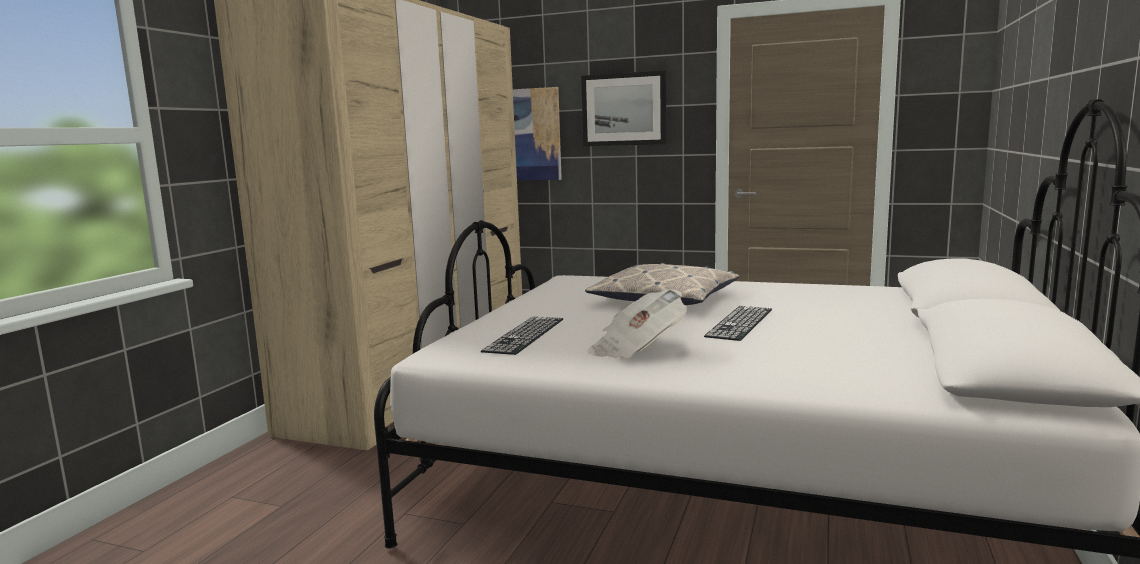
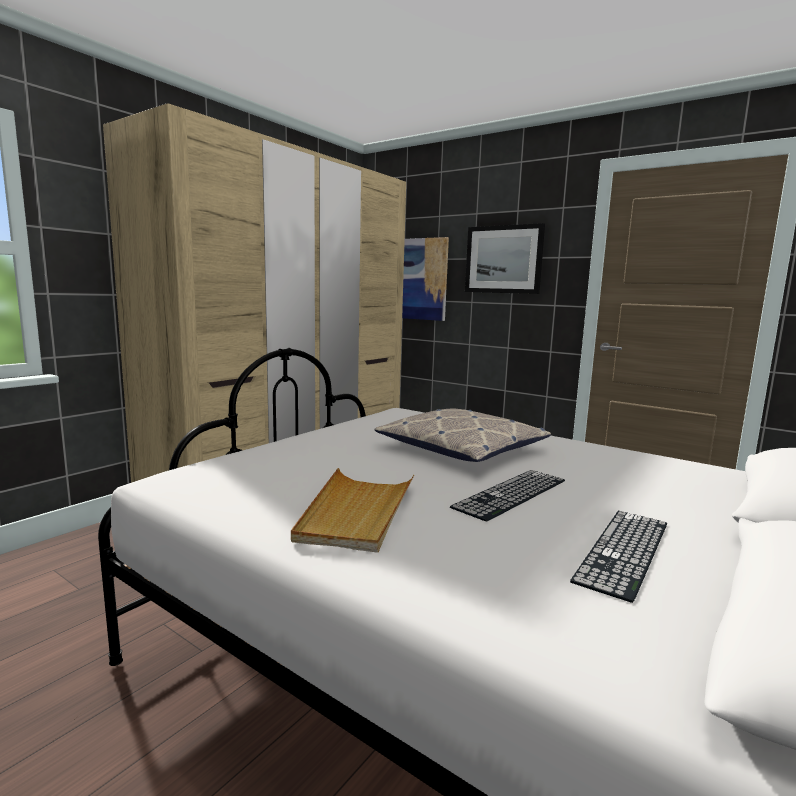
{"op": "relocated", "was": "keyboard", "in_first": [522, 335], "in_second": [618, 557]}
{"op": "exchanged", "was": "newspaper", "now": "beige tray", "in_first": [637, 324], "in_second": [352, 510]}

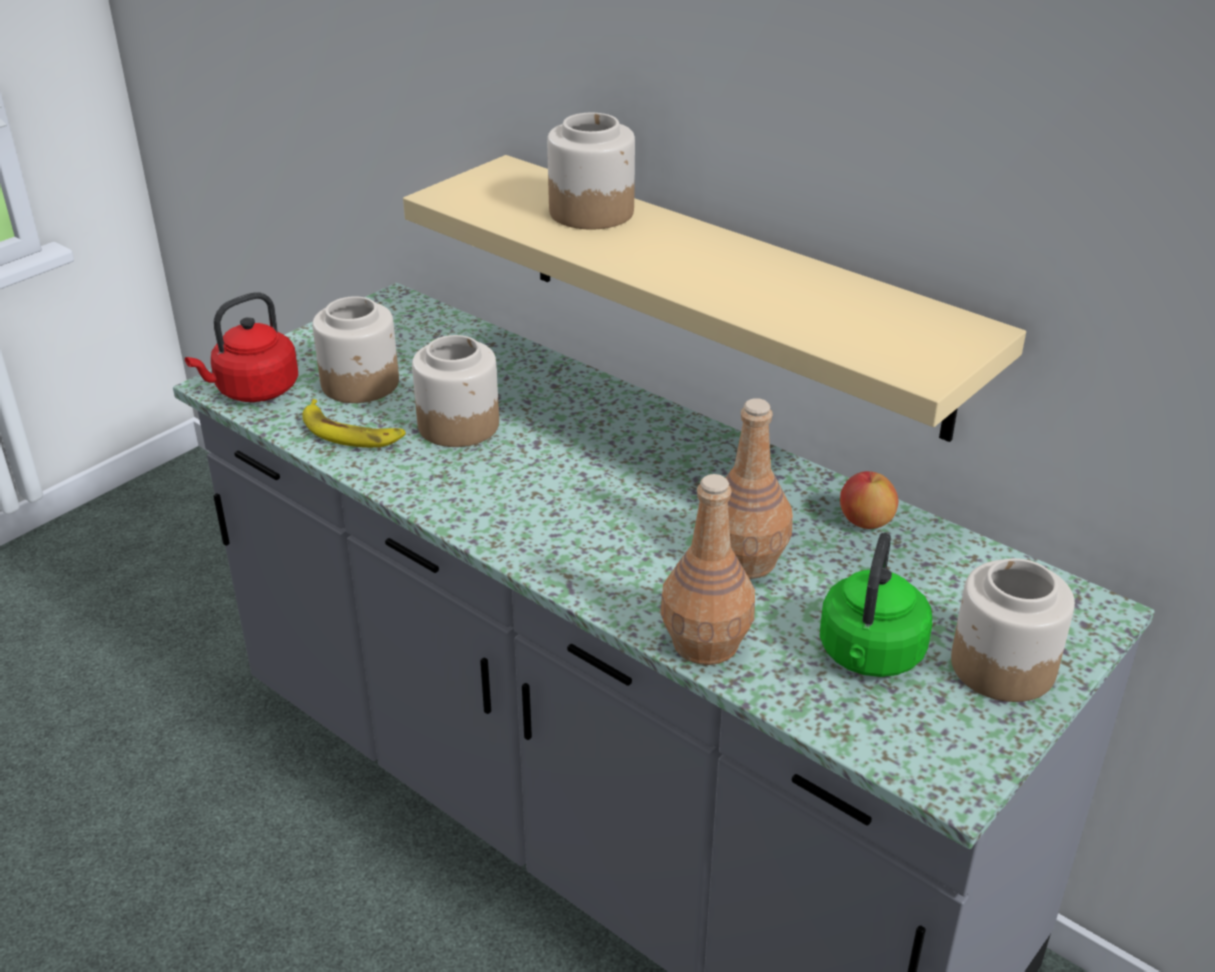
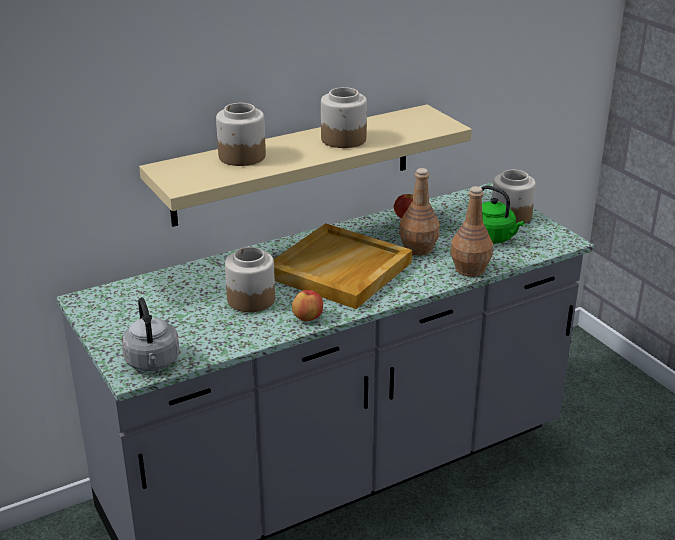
{"op": "colour", "was": "red kettle", "now": "grey kettle", "in_first": [241, 347], "in_second": [151, 334]}
{"op": "missing", "was": "banana", "in_first": [354, 423]}
{"op": "relocated", "was": "jar", "in_first": [355, 349], "in_second": [344, 117]}
{"op": "appeared", "now": "beige tray", "in_second": [343, 266]}
{"op": "appeared", "now": "apple", "in_second": [307, 305]}

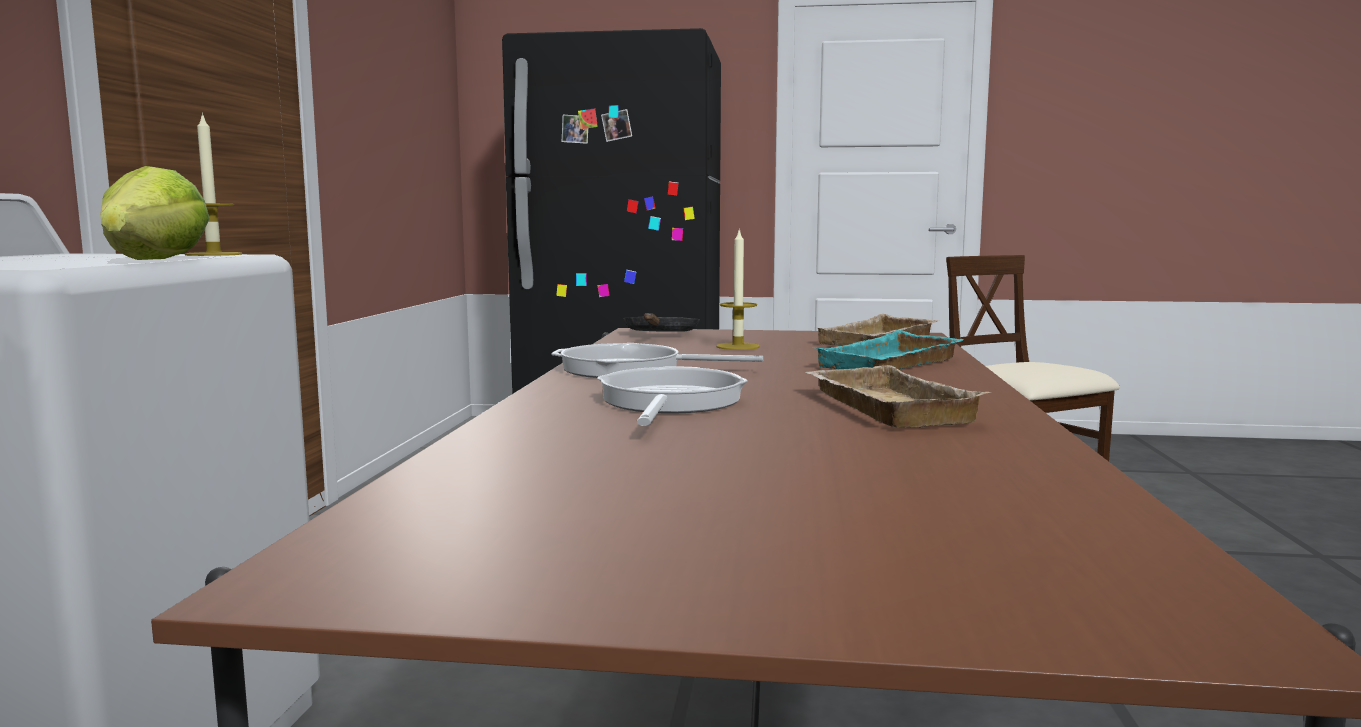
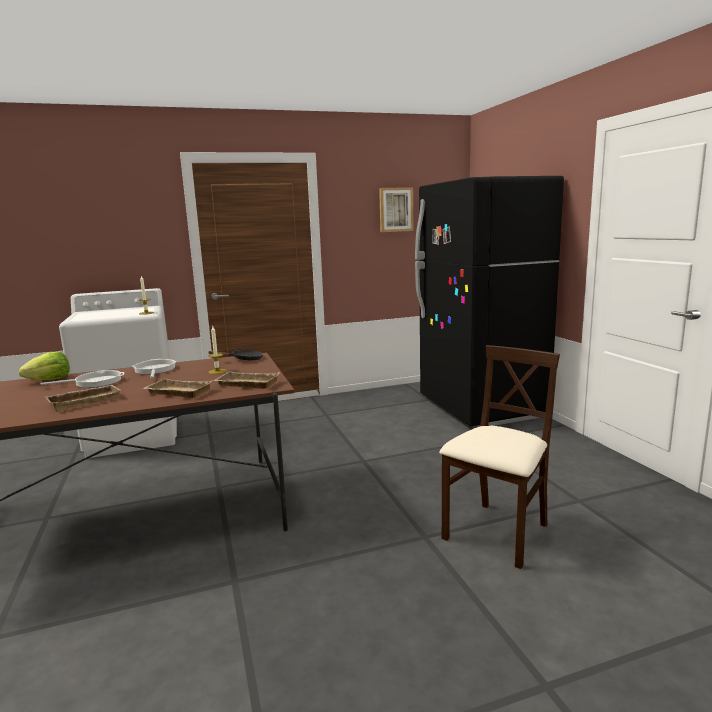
{"op": "relocated", "was": "lettuce", "in_first": [155, 213], "in_second": [43, 365]}
{"op": "colour", "was": "turquoise tray", "now": "beige tray", "in_first": [890, 349], "in_second": [177, 388]}
{"op": "appeared", "now": "picture", "in_second": [396, 209]}

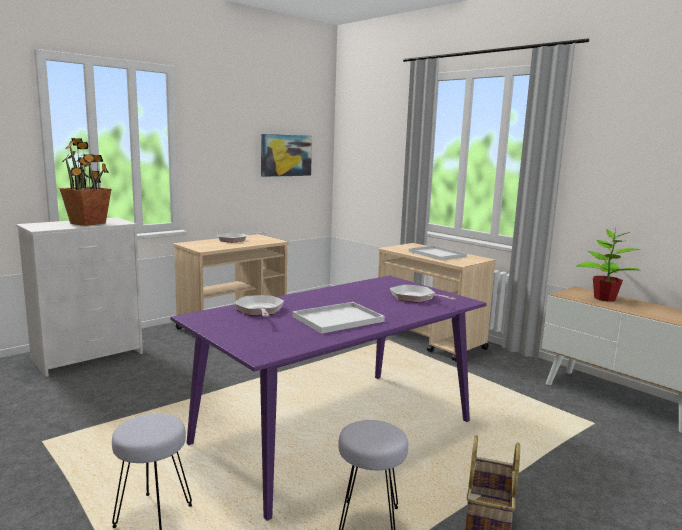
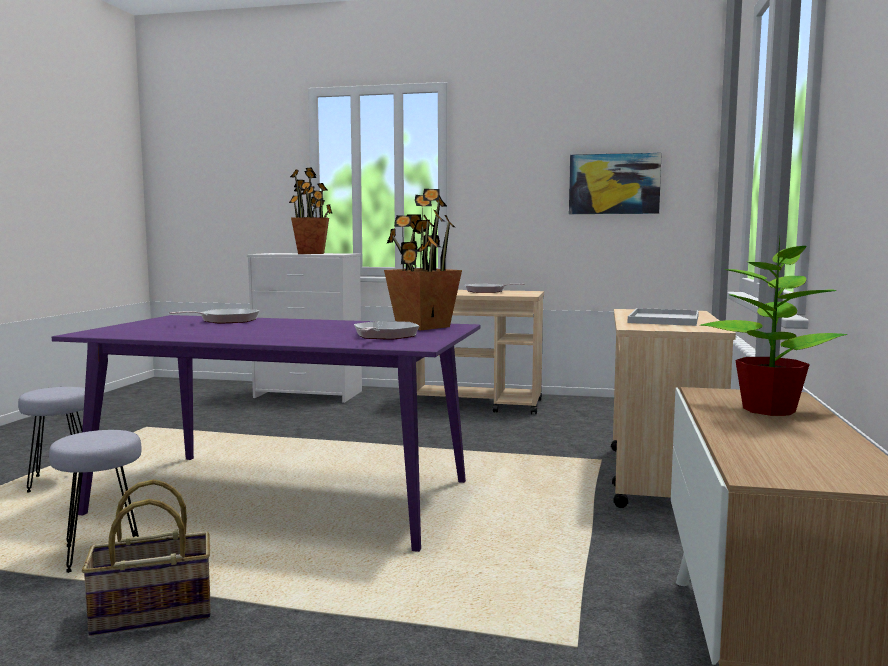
{"op": "missing", "was": "white tray", "in_first": [339, 318]}
{"op": "appeared", "now": "potted plant", "in_second": [423, 259]}

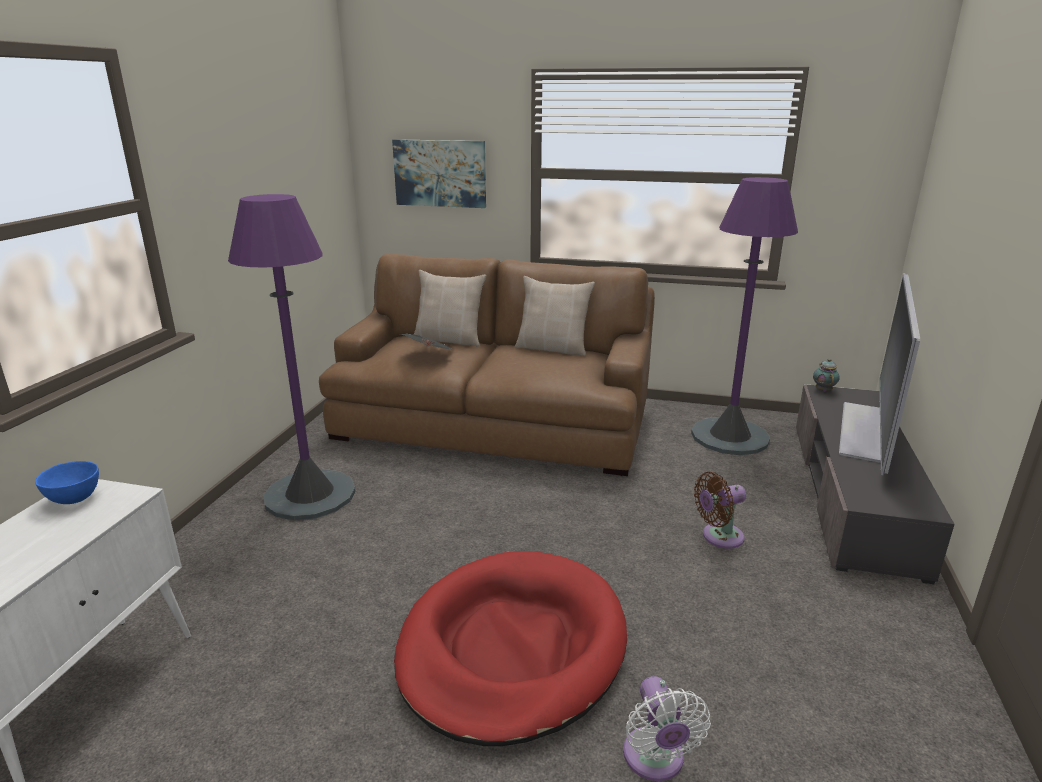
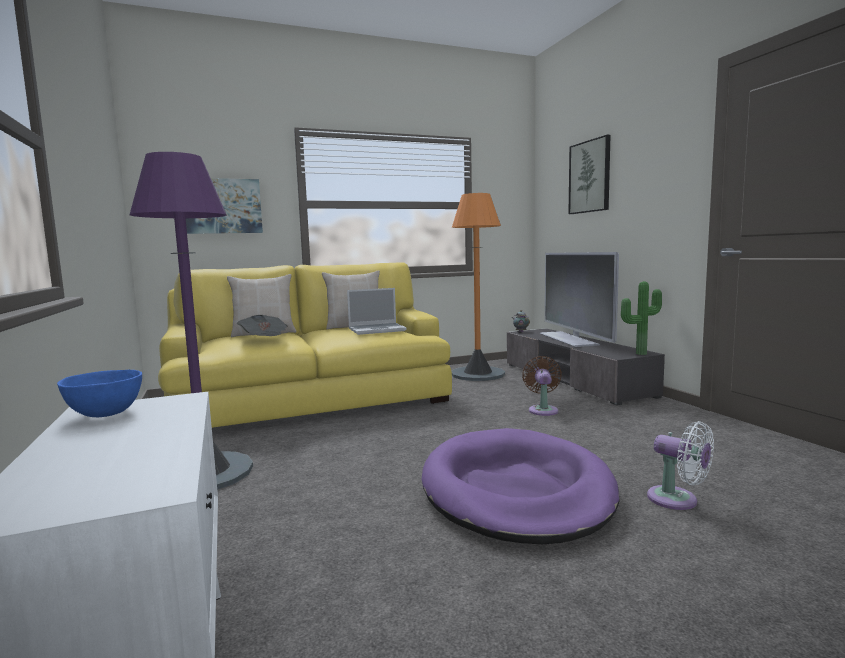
{"op": "colour", "was": "brown sofa", "now": "yellow sofa", "in_first": [487, 365], "in_second": [305, 345]}
{"op": "colour", "was": "red dog bed", "now": "purple dog bed", "in_first": [510, 648], "in_second": [521, 486]}
{"op": "colour", "was": "purple floor lamp", "now": "orange floor lamp", "in_first": [744, 316], "in_second": [478, 287]}
{"op": "spun", "was": "brown fan", "in_first": [720, 510], "in_second": [542, 386], "clockwise": 150}
{"op": "appeared", "now": "laptop", "in_second": [376, 311]}
{"op": "appeared", "now": "picture", "in_second": [589, 174]}
{"op": "appeared", "now": "potted plant", "in_second": [641, 318]}

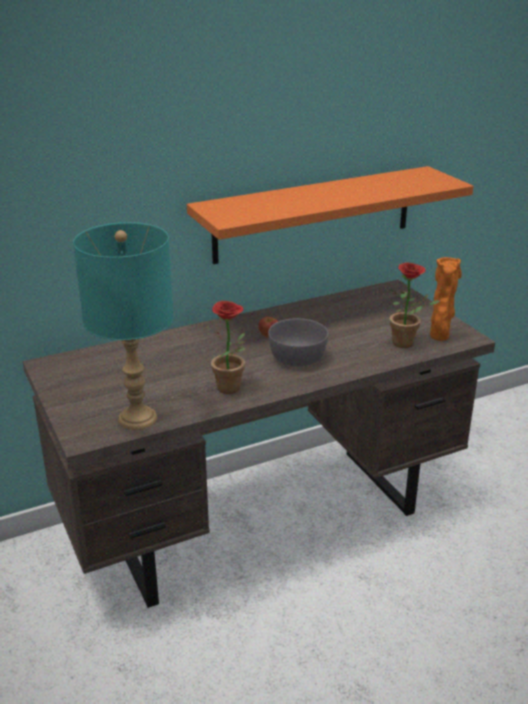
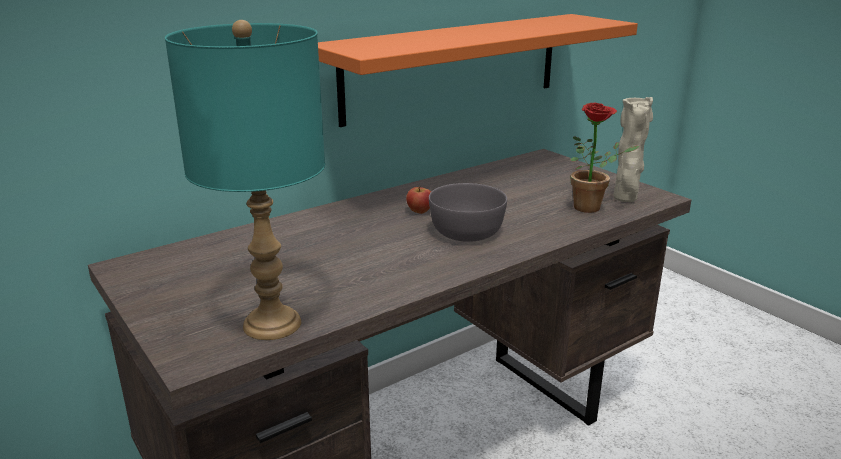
{"op": "missing", "was": "potted plant", "in_first": [225, 347]}
{"op": "colour", "was": "orange vase", "now": "beige vase", "in_first": [446, 299], "in_second": [633, 149]}

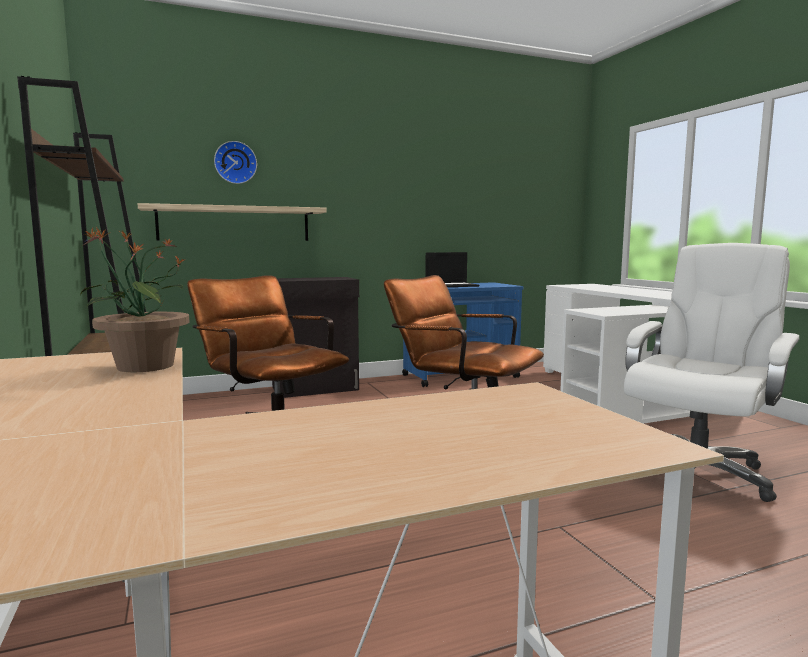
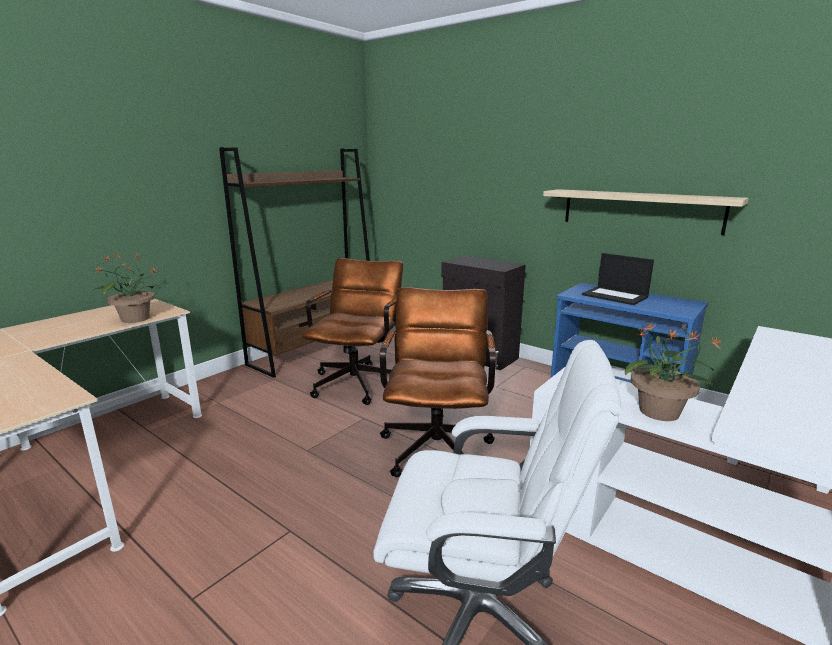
{"op": "relocated", "was": "shelf", "in_first": [231, 222], "in_second": [646, 212]}
{"op": "missing", "was": "wall clock", "in_first": [235, 162]}
{"op": "appeared", "now": "potted plant", "in_second": [673, 371]}

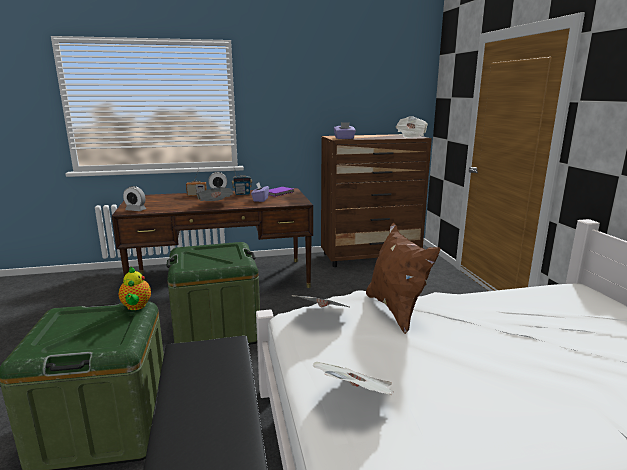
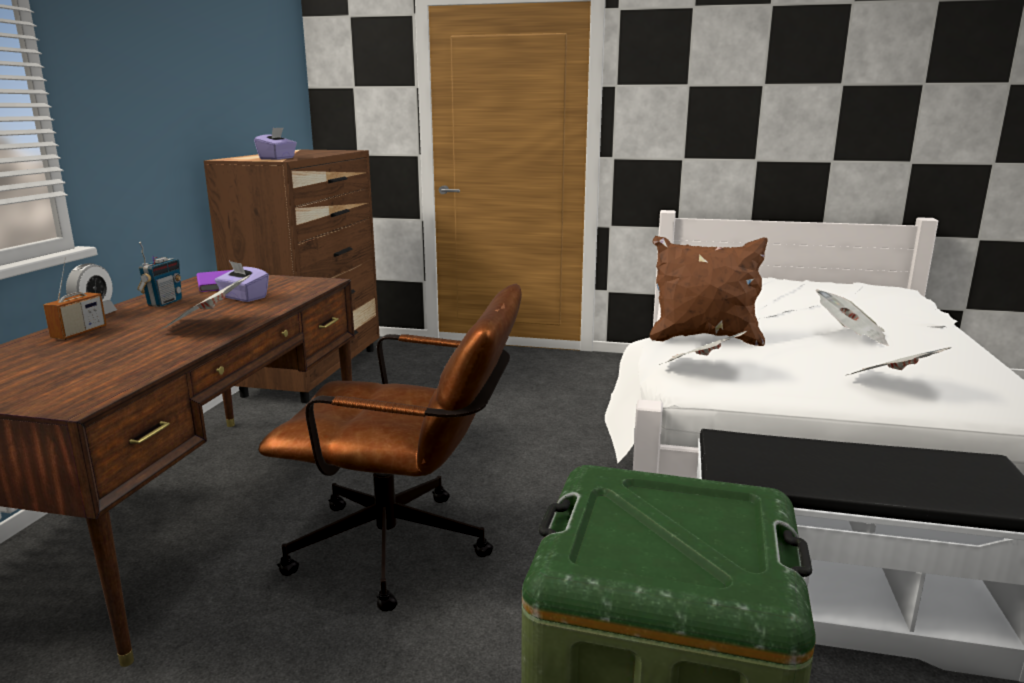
{"op": "missing", "was": "teapot", "in_first": [135, 288]}
{"op": "missing", "was": "alarm clock", "in_first": [134, 198]}
{"op": "exchanged", "was": "green storage box", "now": "brown office chair", "in_first": [213, 293], "in_second": [390, 448]}
{"op": "relocated", "was": "newspaper", "in_first": [412, 127], "in_second": [852, 318]}

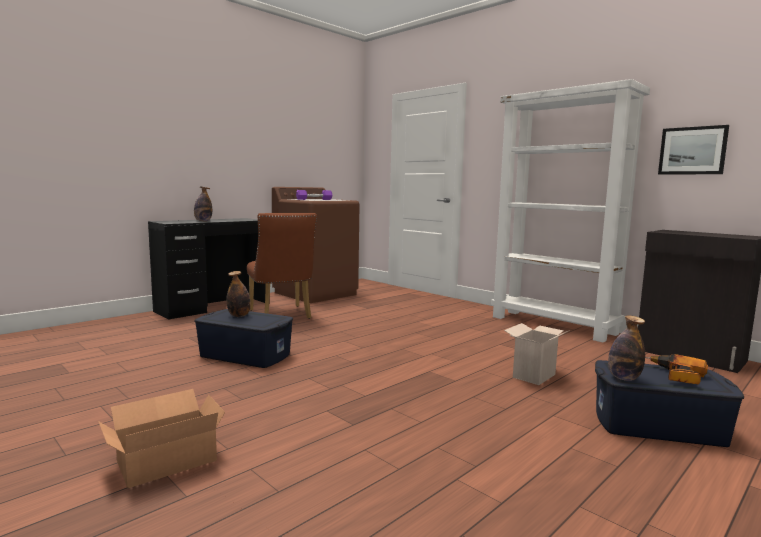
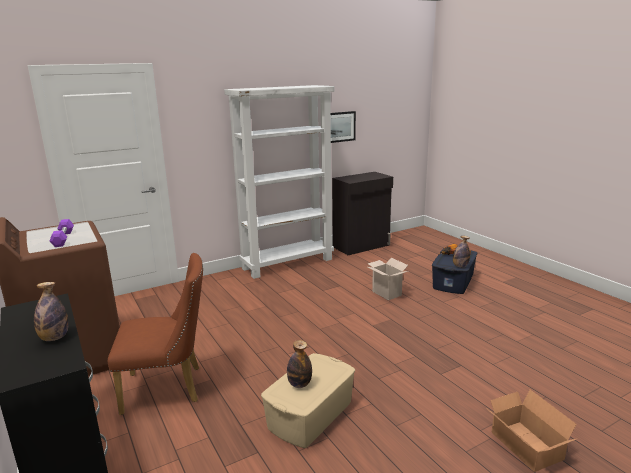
{"op": "colour", "was": "blue storage box", "now": "beige storage box", "in_first": [243, 338], "in_second": [308, 400]}

